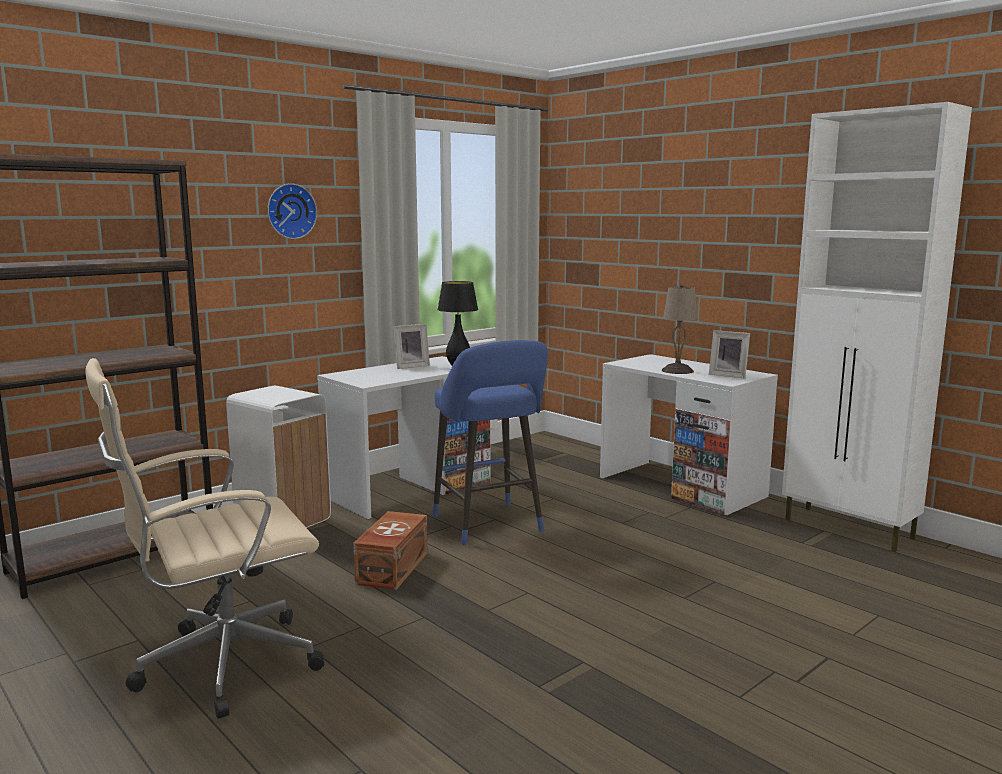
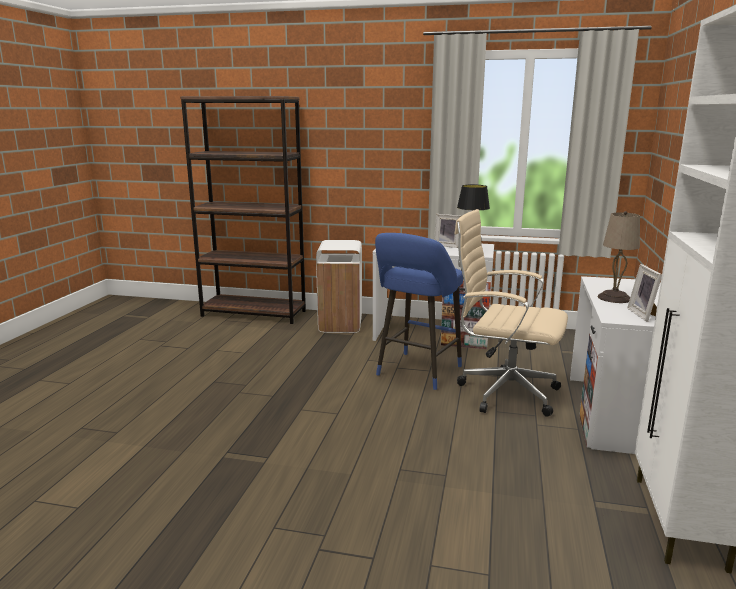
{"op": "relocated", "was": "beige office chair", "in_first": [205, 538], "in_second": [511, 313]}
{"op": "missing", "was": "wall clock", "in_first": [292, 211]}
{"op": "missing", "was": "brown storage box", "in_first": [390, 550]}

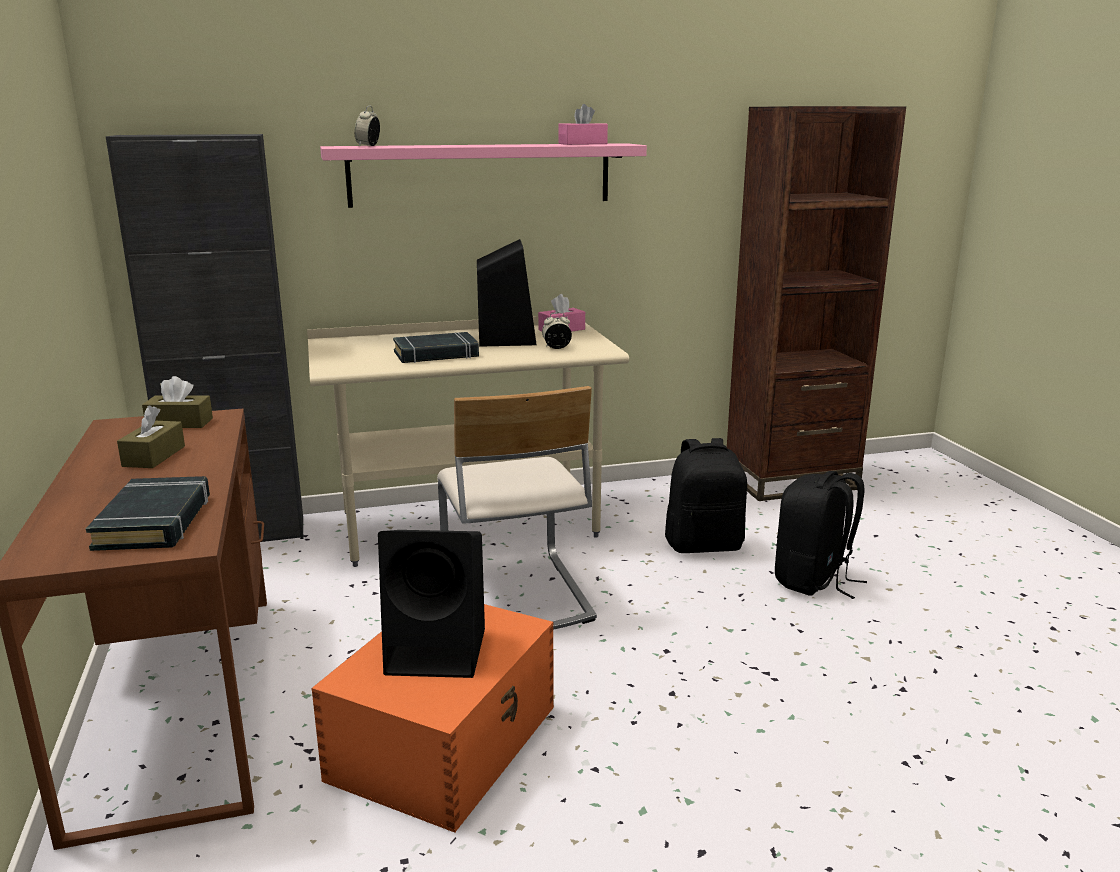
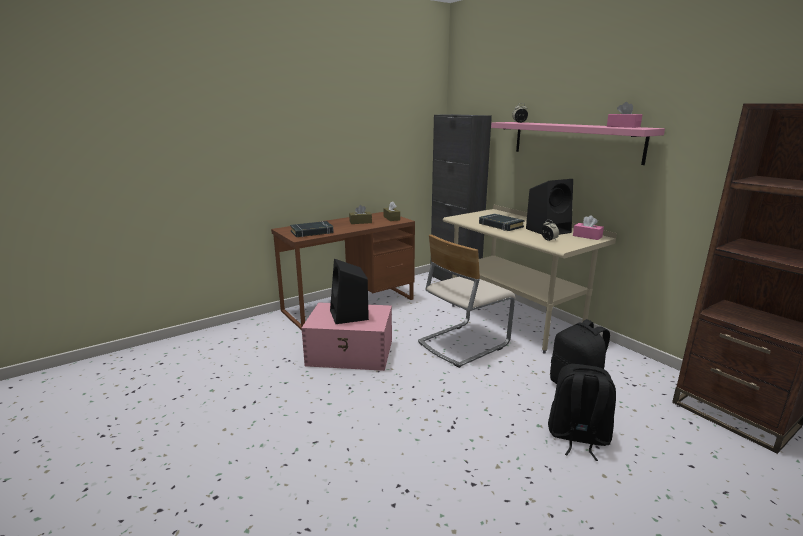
{"op": "colour", "was": "orange storage box", "now": "pink storage box", "in_first": [432, 718], "in_second": [346, 336]}

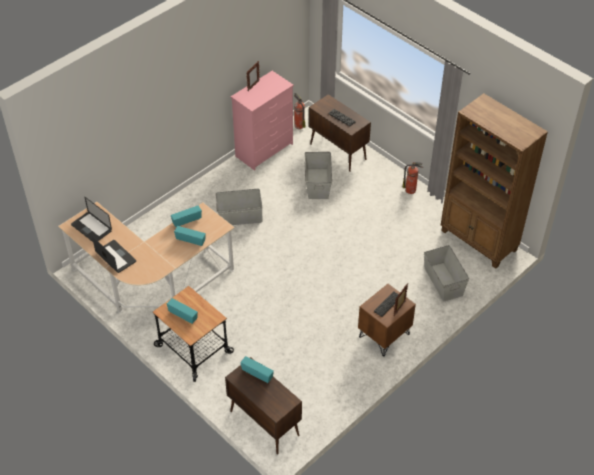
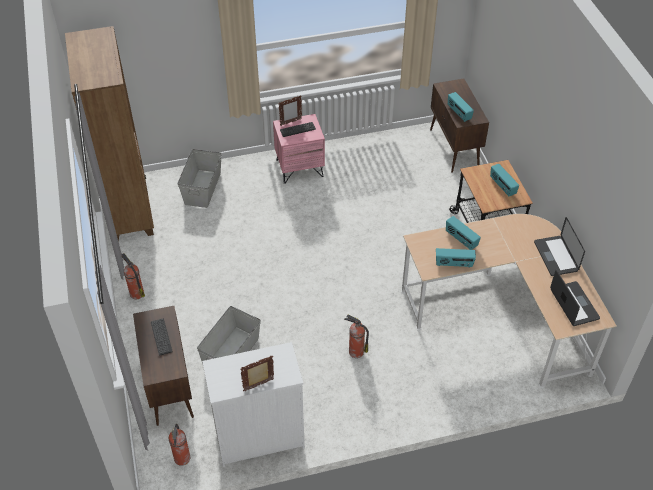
{"op": "exchanged", "was": "grey storage box", "now": "fire extinguisher", "in_first": [239, 207], "in_second": [356, 336]}
{"op": "colour", "was": "pink dresser", "now": "white dresser", "in_first": [262, 121], "in_second": [253, 404]}
{"op": "colour", "was": "brown nightstand", "now": "pink nightstand", "in_first": [387, 320], "in_second": [299, 149]}

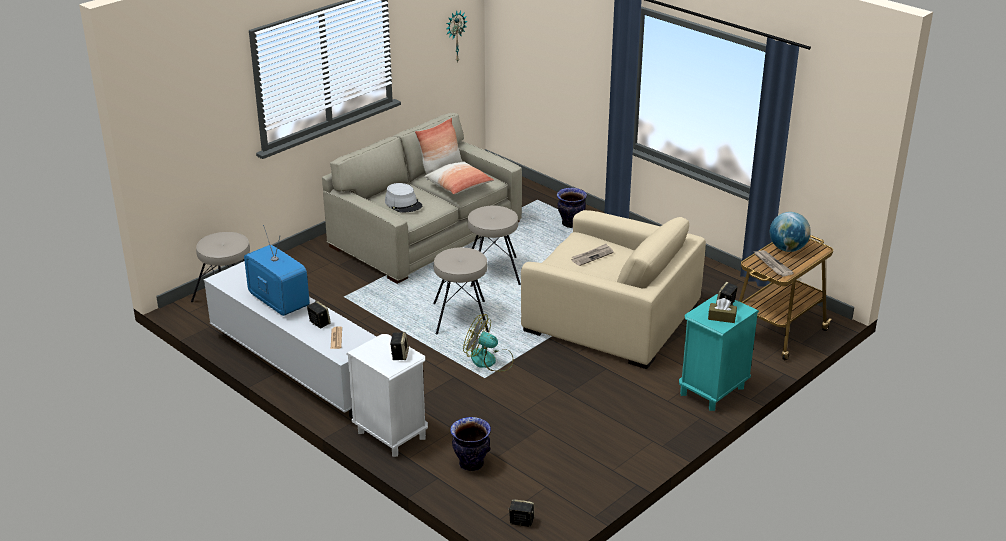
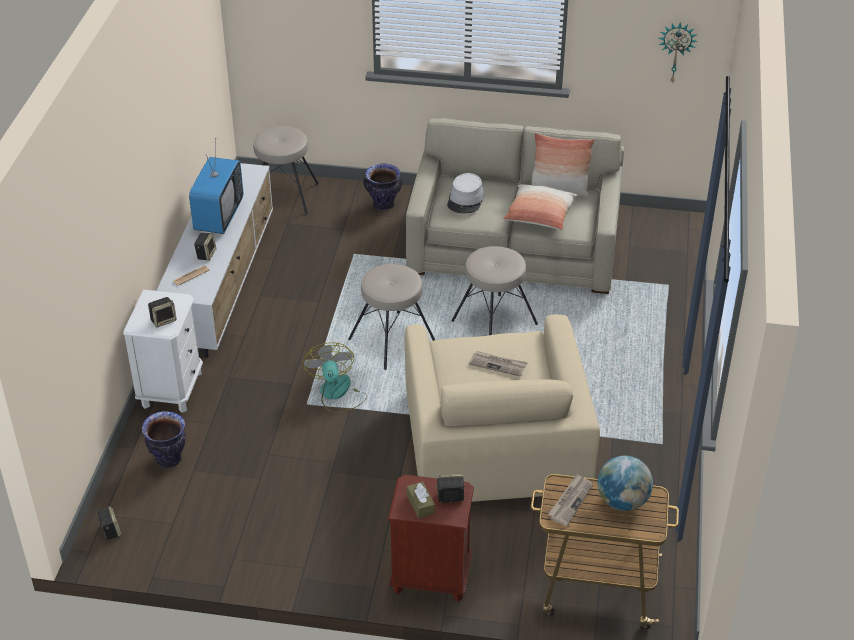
{"op": "relocated", "was": "vase", "in_first": [572, 208], "in_second": [383, 186]}
{"op": "colour", "was": "turquoise nightstand", "now": "brown nightstand", "in_first": [719, 352], "in_second": [431, 538]}

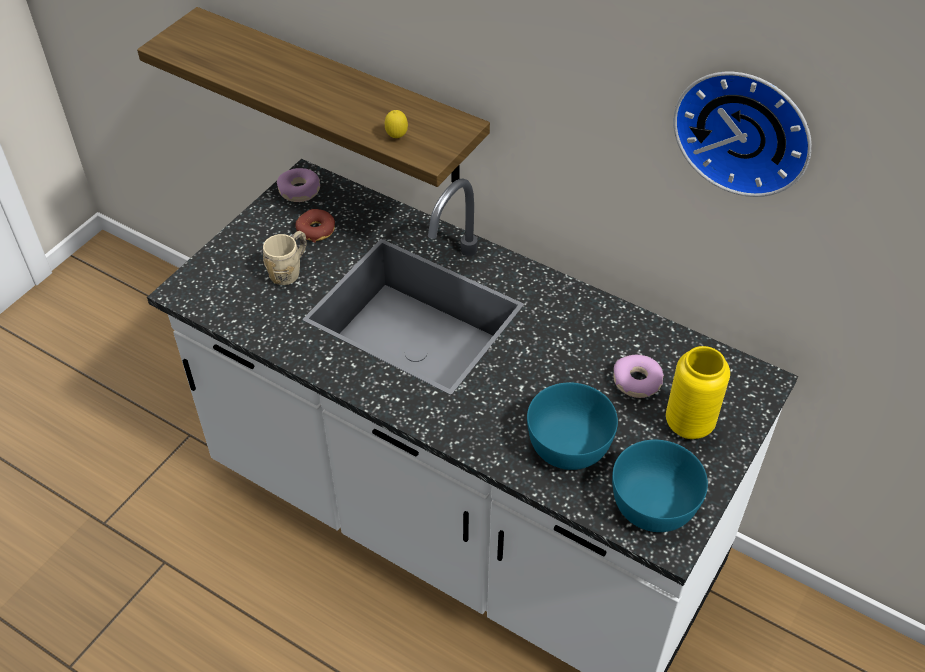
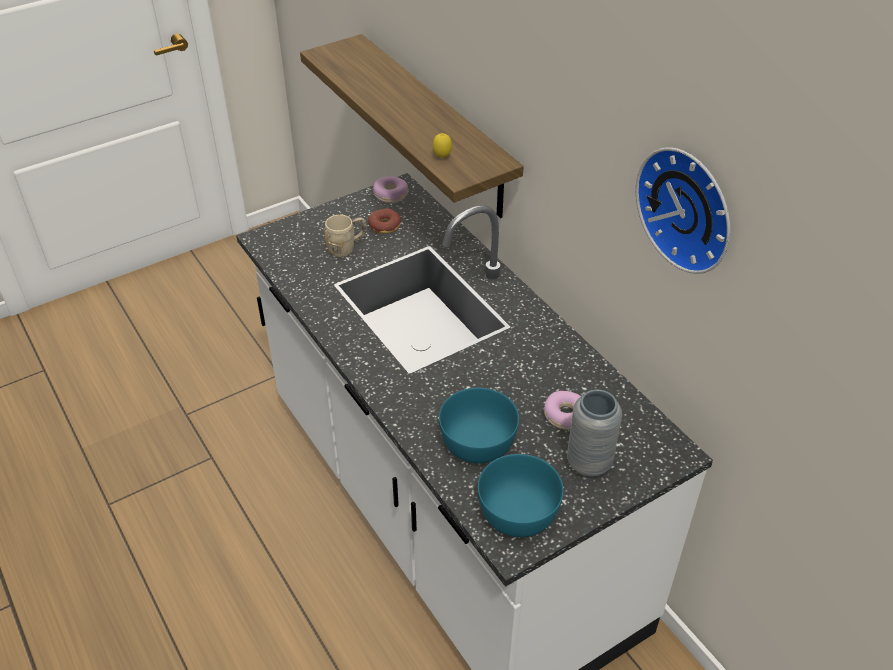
{"op": "colour", "was": "yellow vase", "now": "grey vase", "in_first": [698, 392], "in_second": [594, 433]}

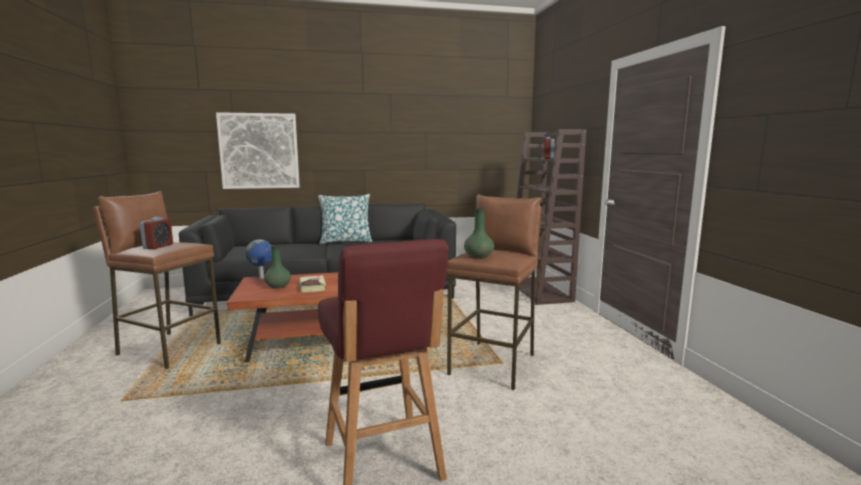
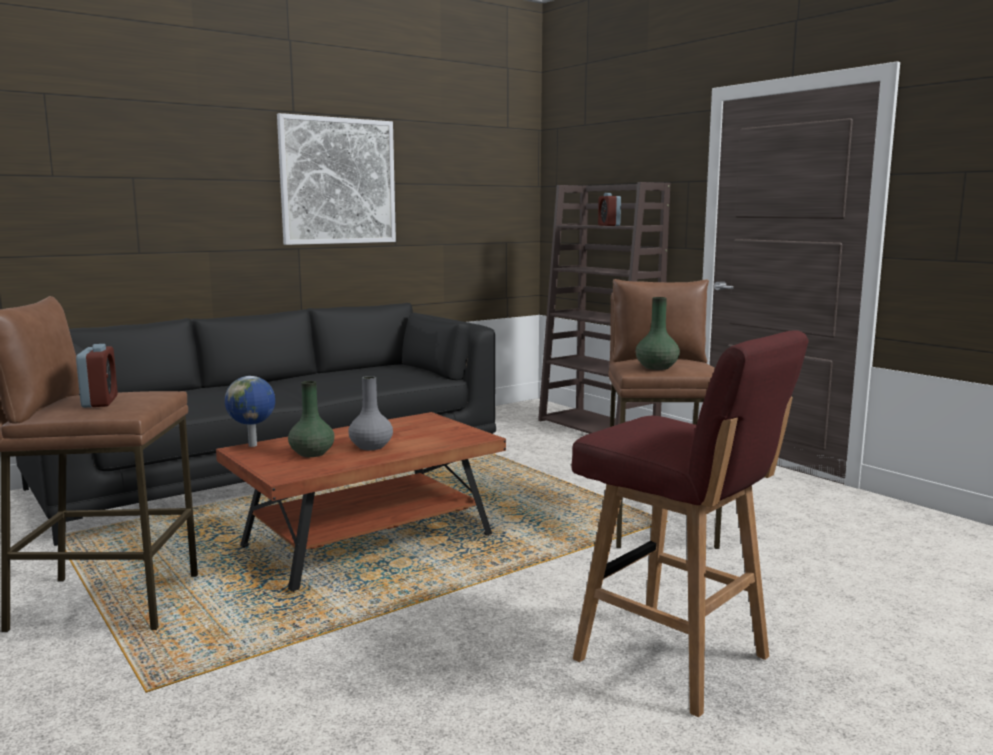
{"op": "relocated", "was": "picture", "in_first": [258, 150], "in_second": [336, 179]}
{"op": "exchanged", "was": "book", "now": "grey vase", "in_first": [312, 283], "in_second": [370, 413]}
{"op": "missing", "was": "pillow", "in_first": [345, 219]}

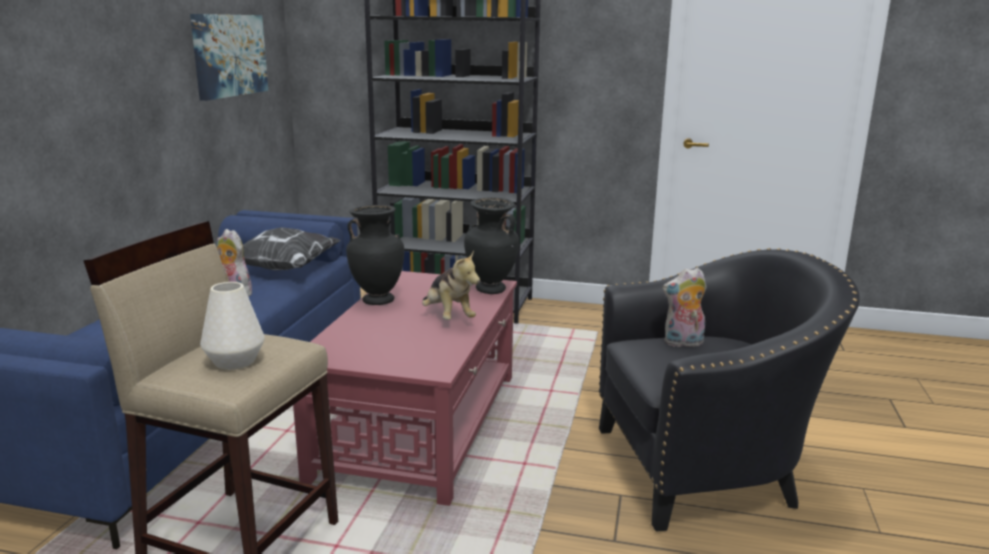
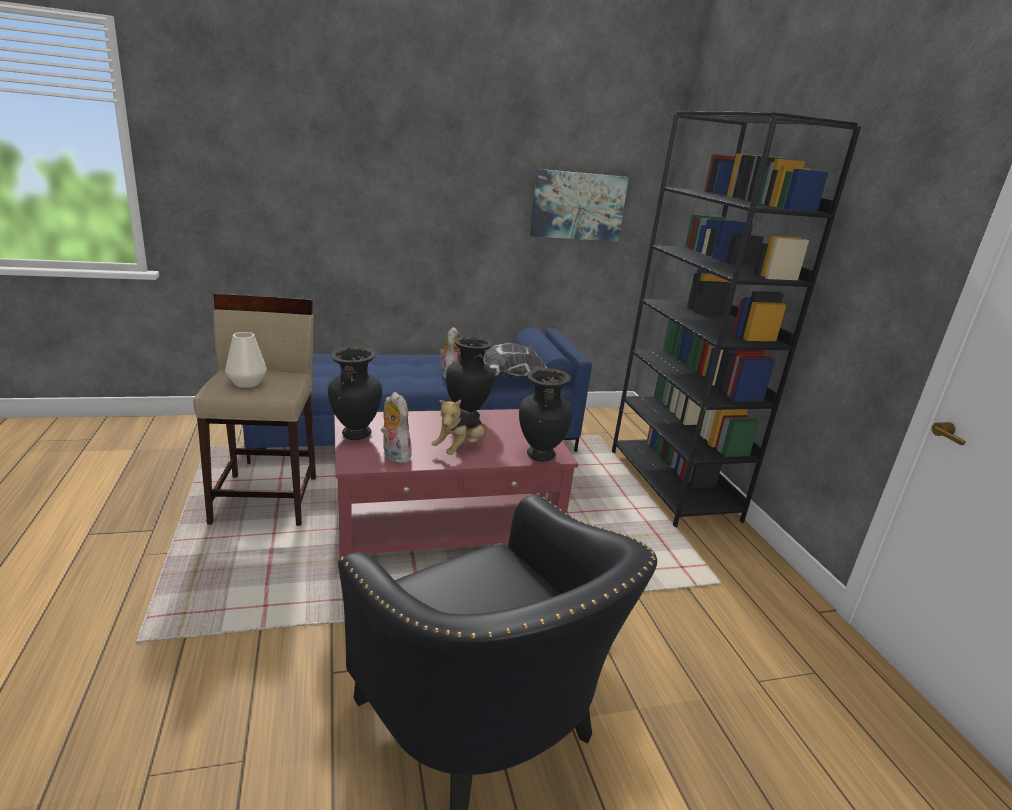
{"op": "relocated", "was": "plush toy", "in_first": [685, 307], "in_second": [396, 427]}
{"op": "appeared", "now": "black vase", "in_second": [355, 393]}

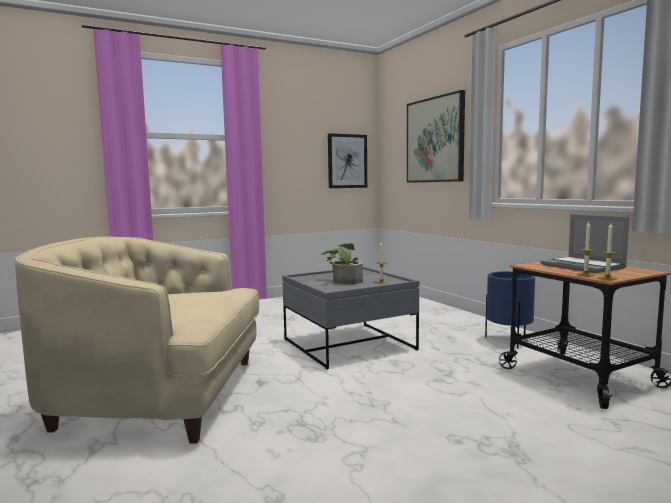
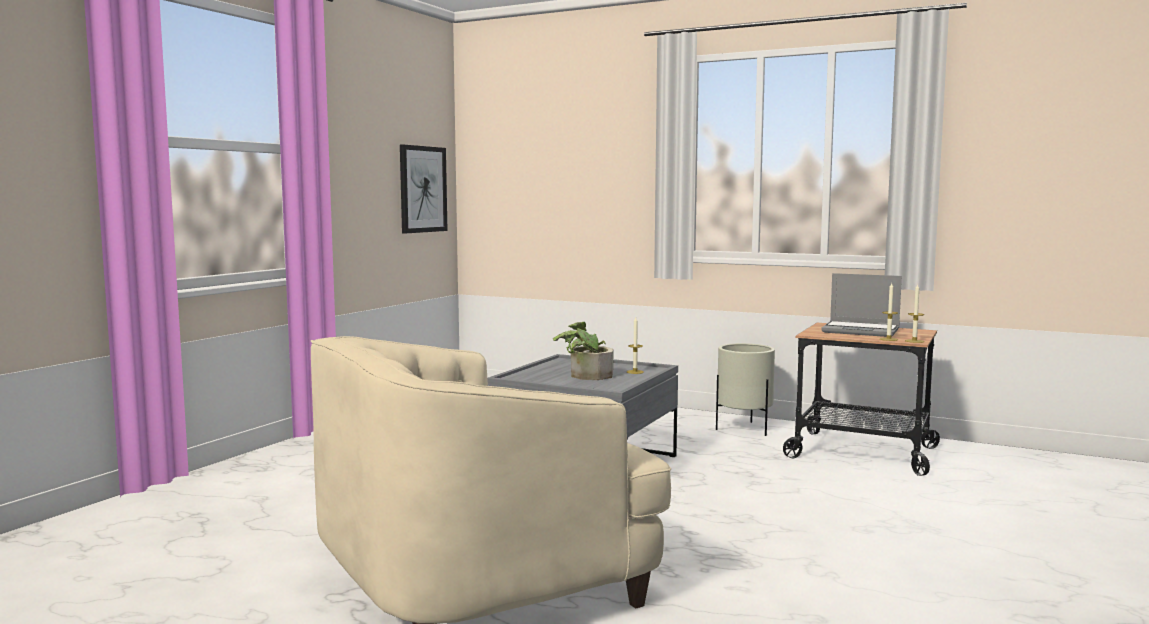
{"op": "missing", "was": "picture", "in_first": [436, 136]}
{"op": "colour", "was": "blue planter", "now": "beige planter", "in_first": [510, 309], "in_second": [745, 389]}

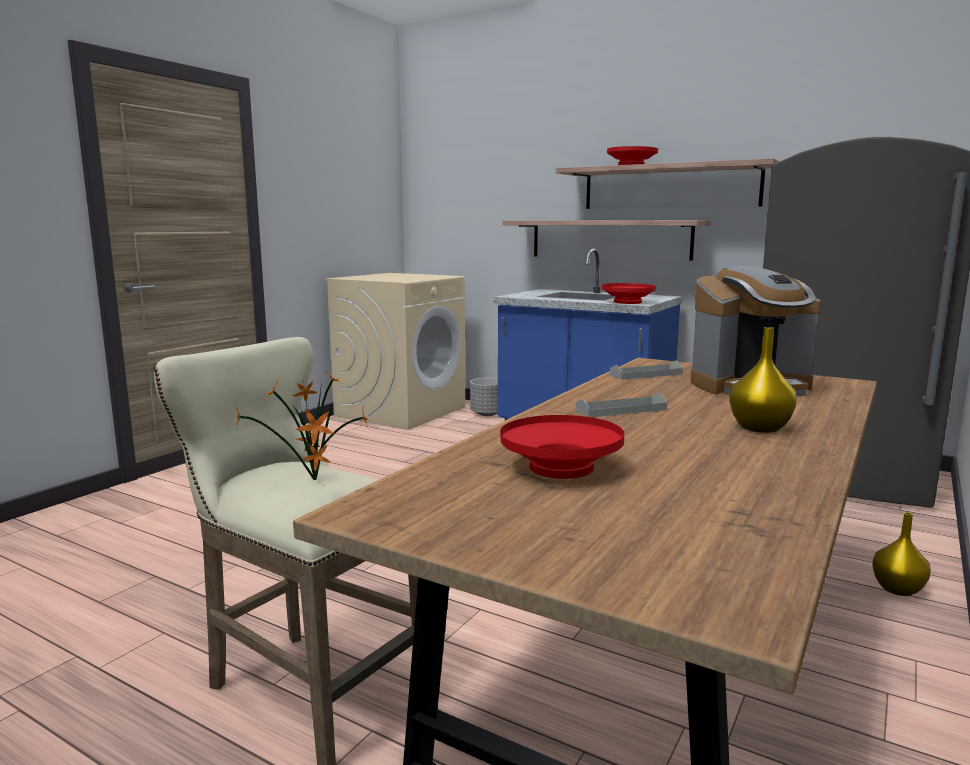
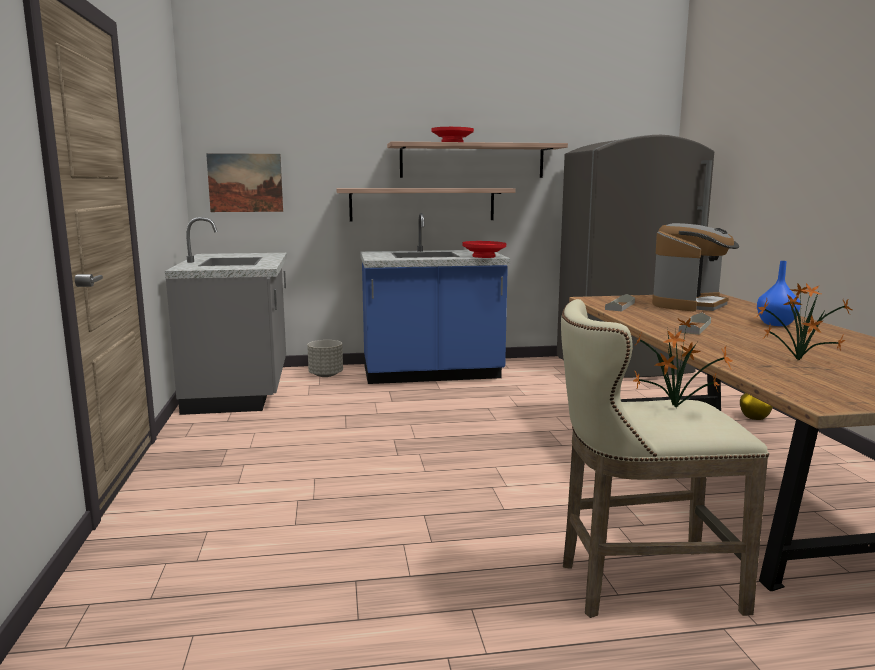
{"op": "exchanged", "was": "beige washing machine", "now": "grey counter", "in_first": [395, 351], "in_second": [226, 316]}
{"op": "exchanged", "was": "red bowl", "now": "potted plant", "in_first": [562, 447], "in_second": [804, 321]}
{"op": "colour", "was": "yellow vase", "now": "blue vase", "in_first": [763, 380], "in_second": [779, 293]}
{"op": "appeared", "now": "picture", "in_second": [244, 182]}

